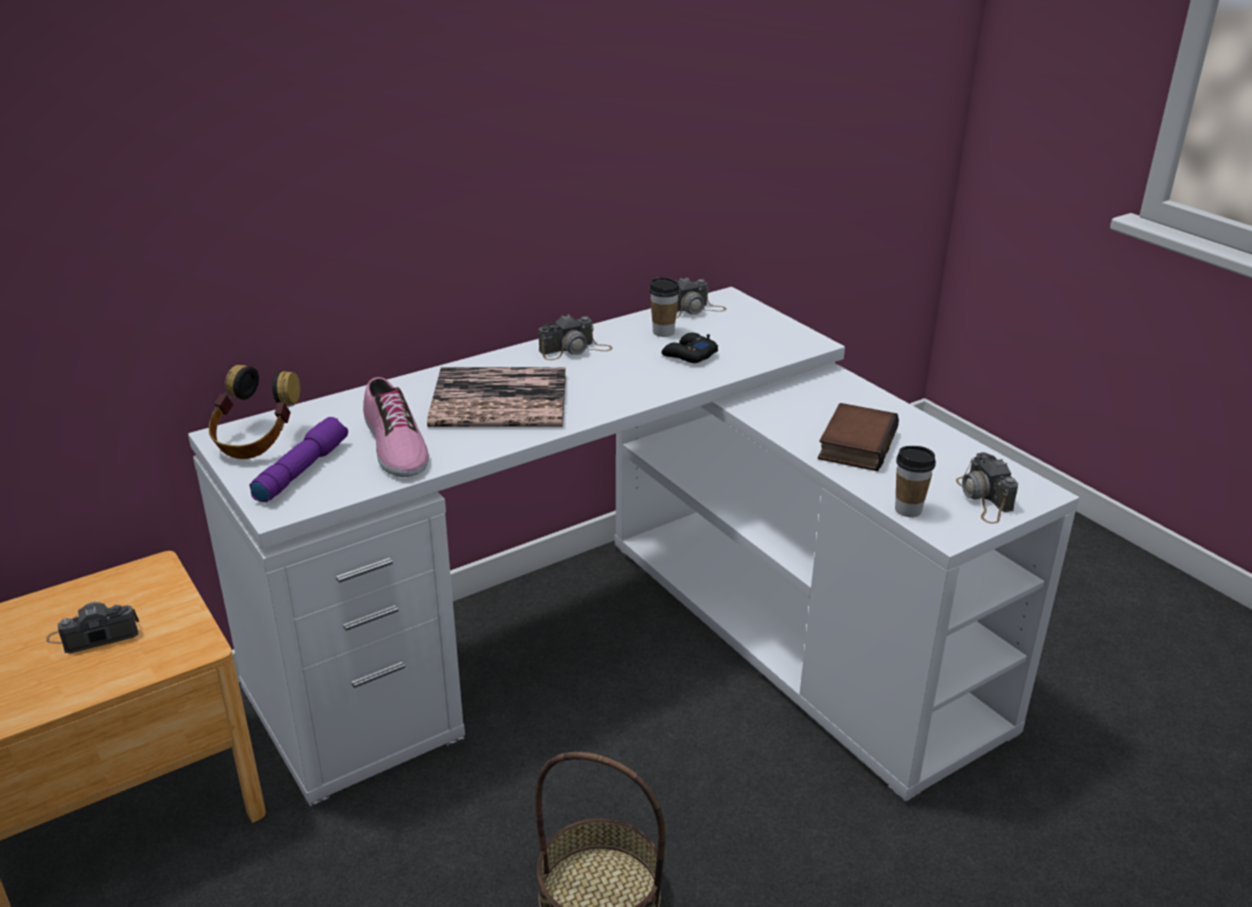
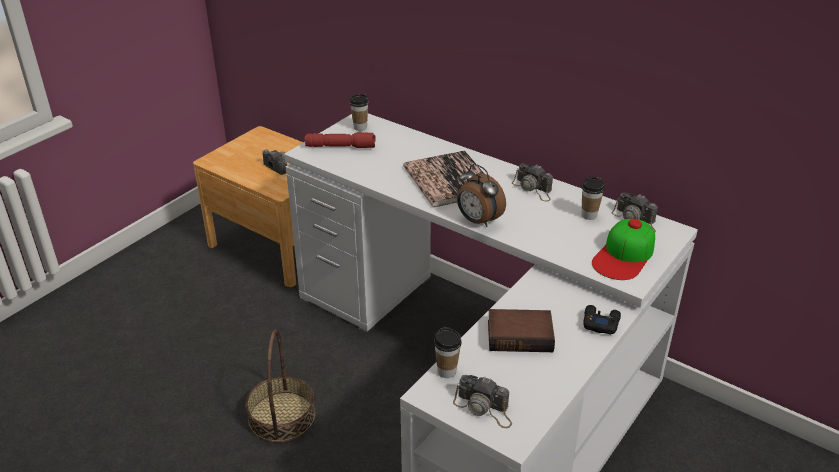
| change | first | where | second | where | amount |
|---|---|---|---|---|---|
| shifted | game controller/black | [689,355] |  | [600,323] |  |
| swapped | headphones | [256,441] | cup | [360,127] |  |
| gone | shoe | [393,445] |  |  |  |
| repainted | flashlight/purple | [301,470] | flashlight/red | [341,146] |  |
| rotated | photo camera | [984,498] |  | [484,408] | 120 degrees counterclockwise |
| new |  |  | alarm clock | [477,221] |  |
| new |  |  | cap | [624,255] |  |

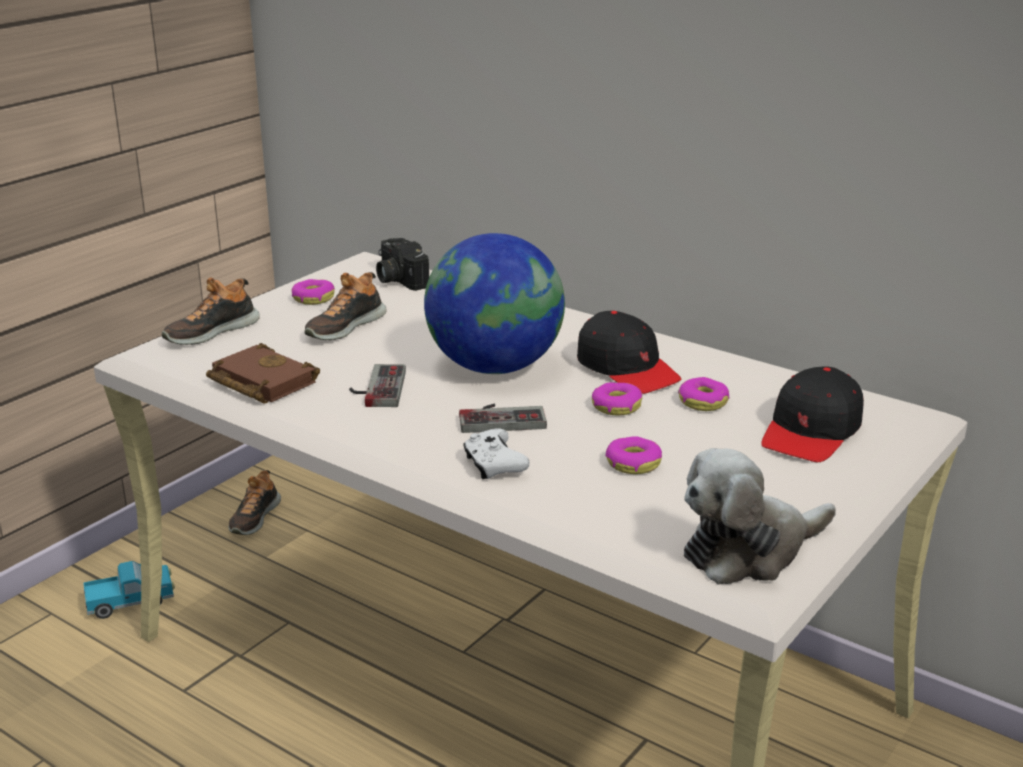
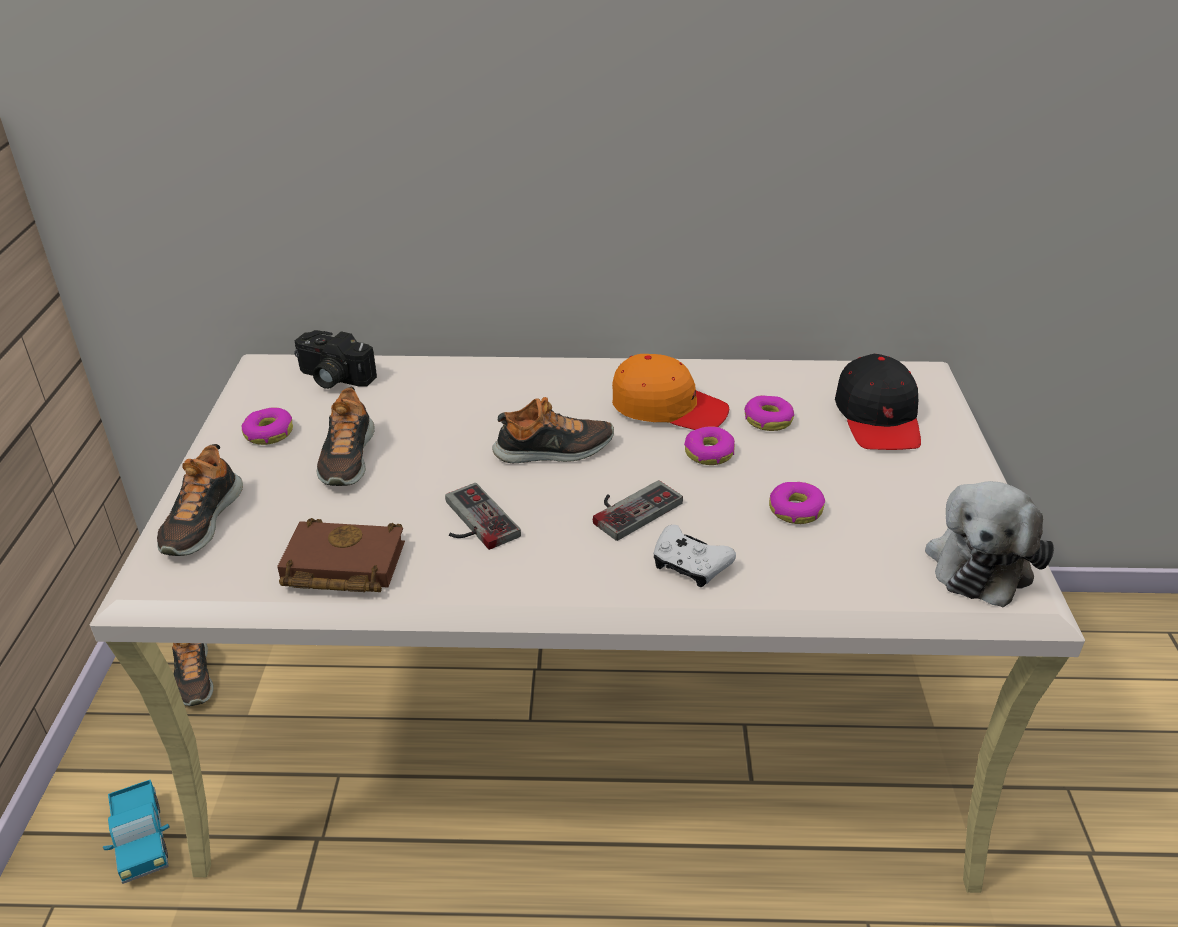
| change | first | where | second | where | amount |
|---|---|---|---|---|---|
| swapped | globe | [494,367] | shoe | [554,450] |  |
| repainted | cap/black | [627,369] | cap/orange | [668,407] |  |
| rotated | toy truck | [131,602] |  | [142,842] | 120 degrees clockwise |

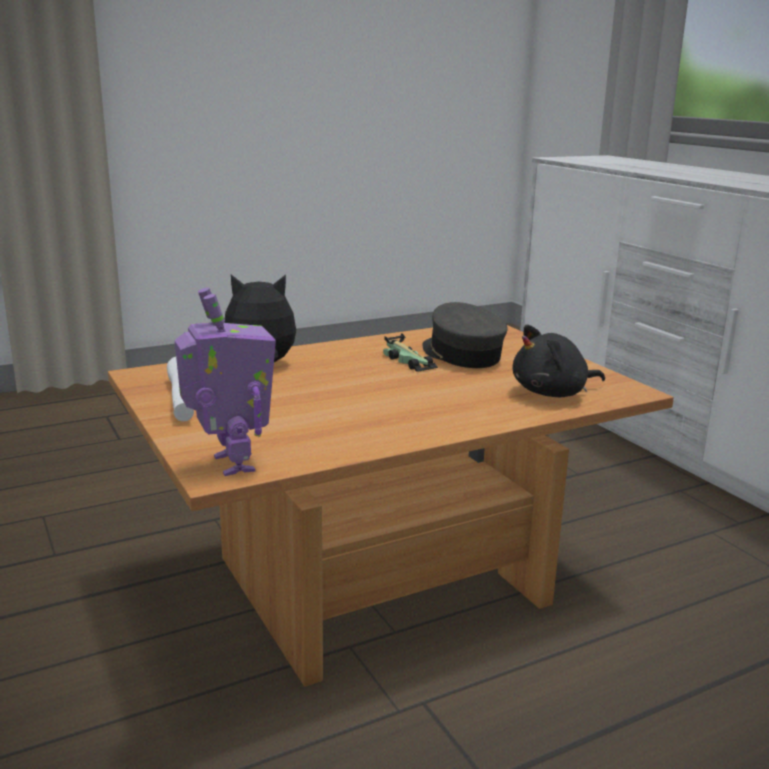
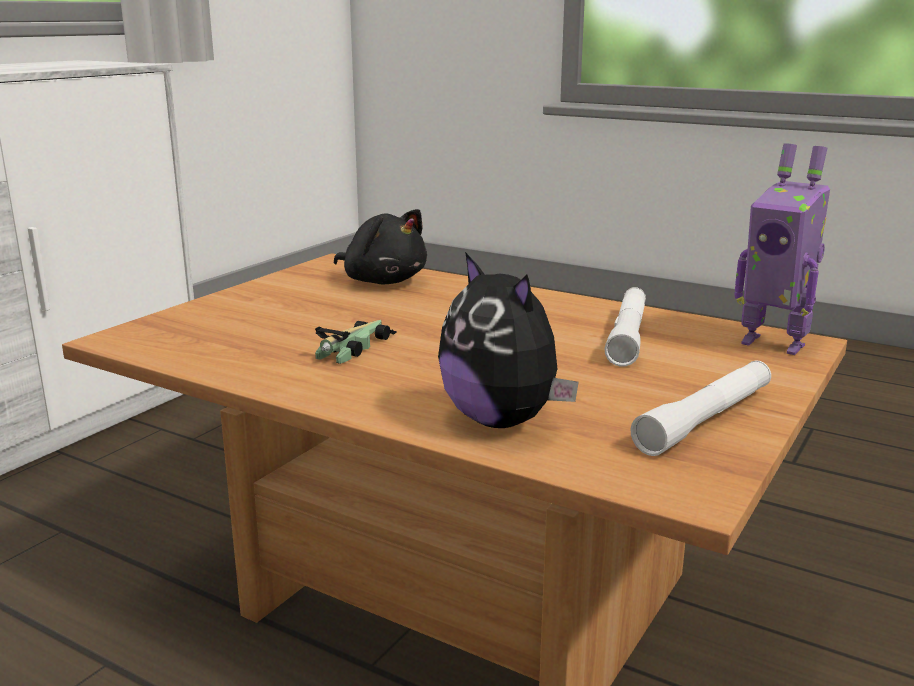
| change | first | where | second | where | amount |
|---|---|---|---|---|---|
| rotated | toy robot | [230,464] |  | [774,343] | 90 degrees counterclockwise |
| gone | cap/grey | [461,354] |  |  |  |
| new |  |  | flashlight/white | [627,336] |  |

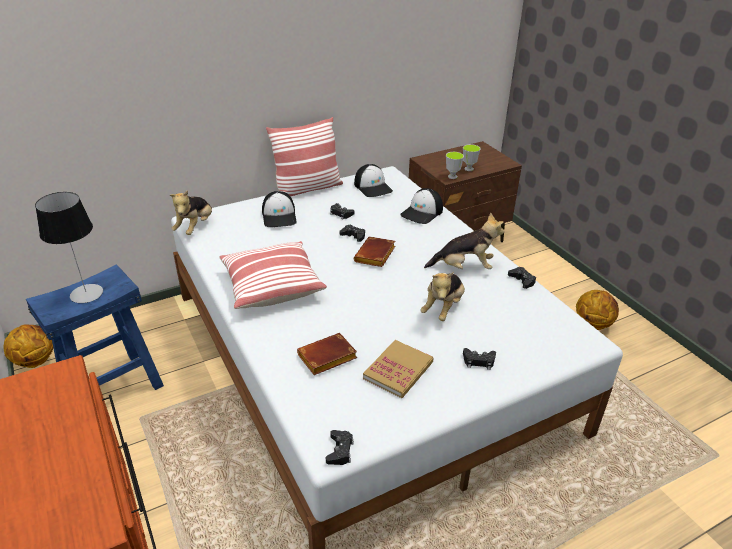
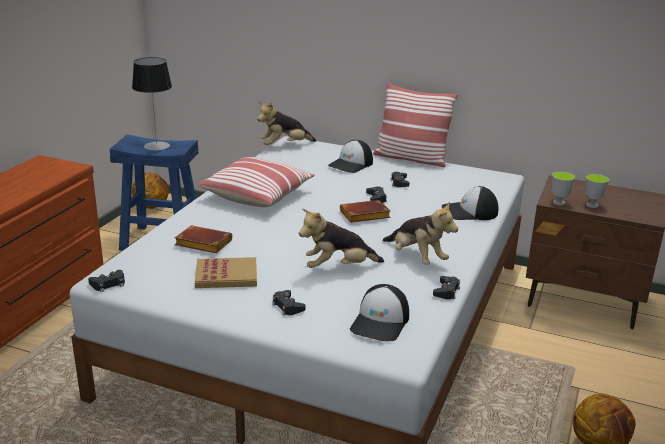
| change | first | where | second | where | amount |
|---|---|---|---|---|---|
| shifted | cap | [373,187] |  | [380,322] |  |

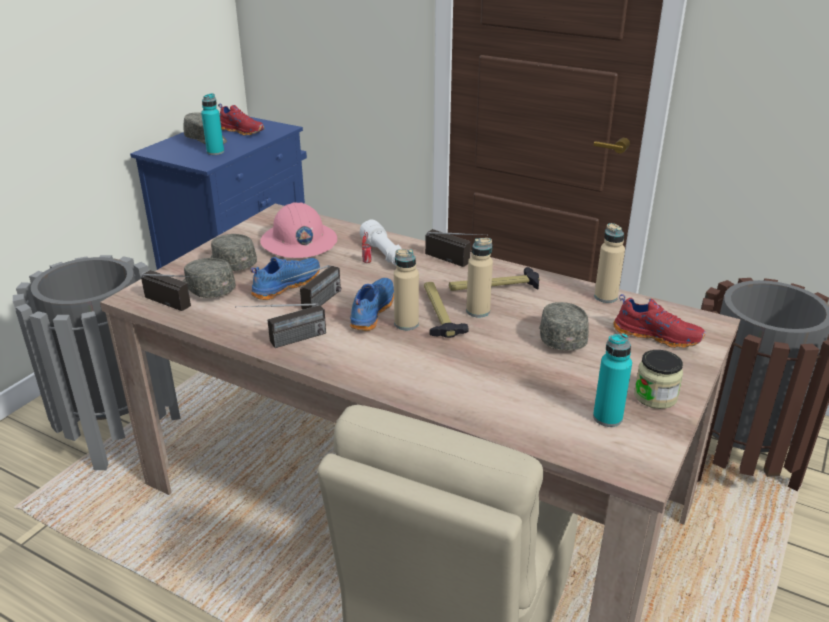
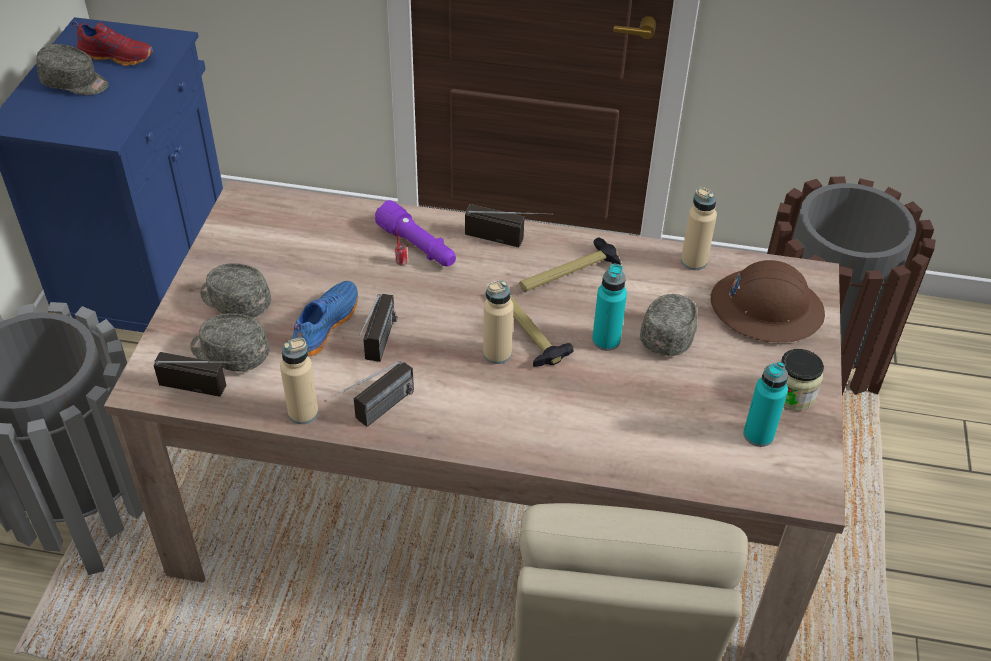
| change | first | where | second | where | amount |
|---|---|---|---|---|---|
| shifted | bottle/turquoise | [215,152] |  | [606,340] |  |
| gone | hard hat/pink | [298,242] |  |  |  |
| repainted | flashlight/white | [385,255] | flashlight/purple | [418,246] |  |
| shifted | bottle/beige | [478,311] |  | [303,413] |  |
| gone | shoe/blue | [371,312] |  |  |  |
| swapped | shoe/red | [657,335] | hard hat/brown | [766,308] |  |
| rotated | cap/grey | [561,336] |  | [670,332] | 45 degrees clockwise |

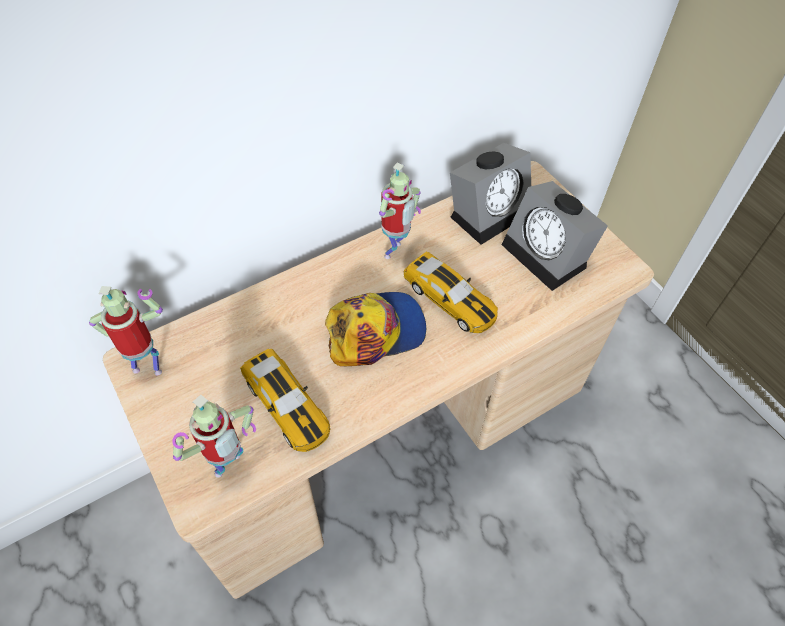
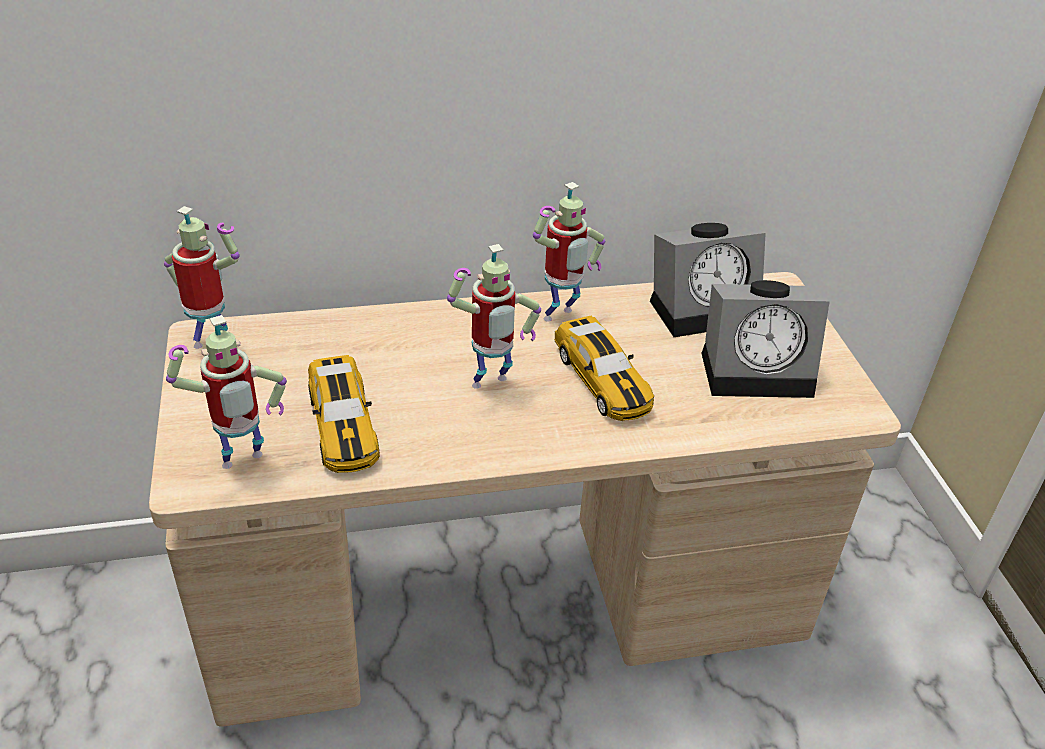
| change | first | where | second | where | amount |
|---|---|---|---|---|---|
| rotated | alarm clock | [548,256] |  | [758,371] | 75 degrees counterclockwise |
| swapped | cap | [375,331] | toy robot | [490,385] |  |

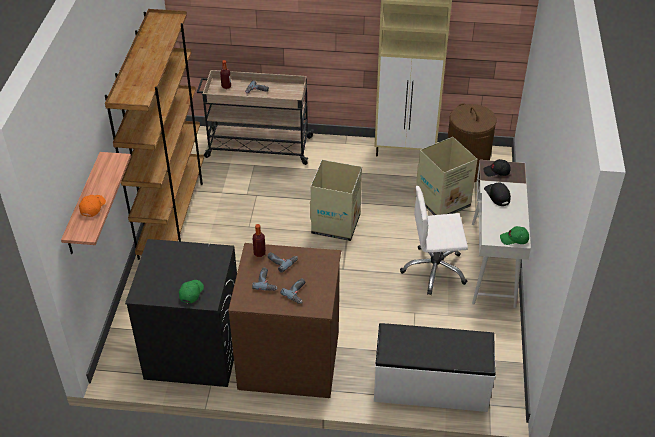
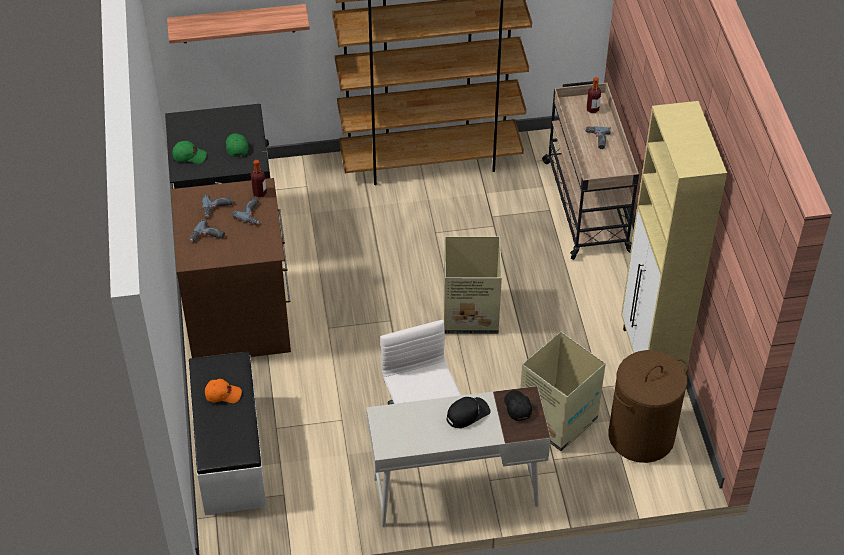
| change | first | where | second | where | amount |
|---|---|---|---|---|---|
| shifted | cap/orange | [92,207] |  | [223,394] |  |
| shifted | cap/green | [514,239] |  | [236,147] |  |

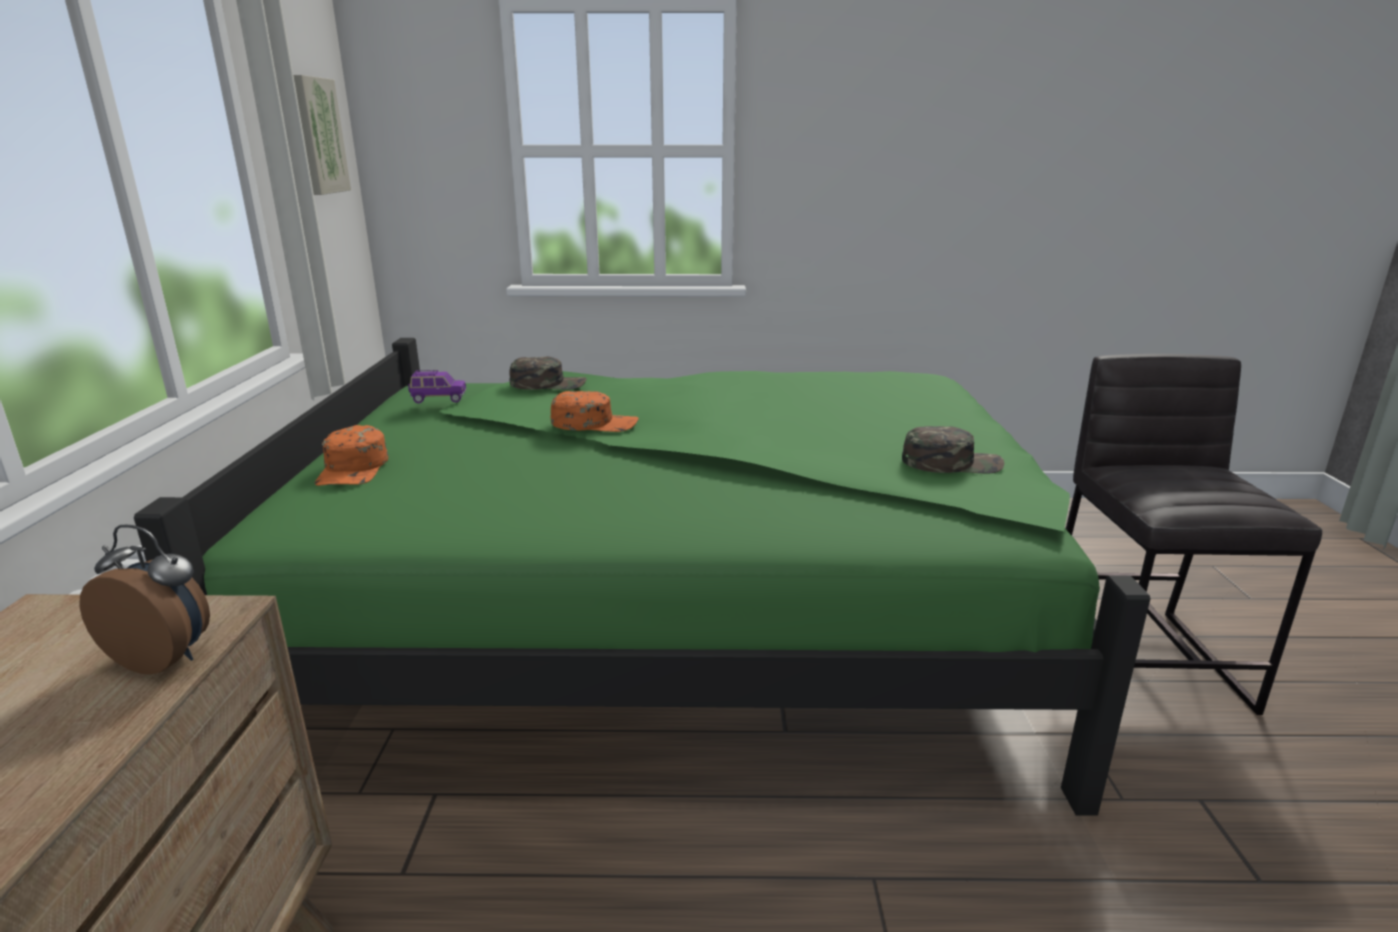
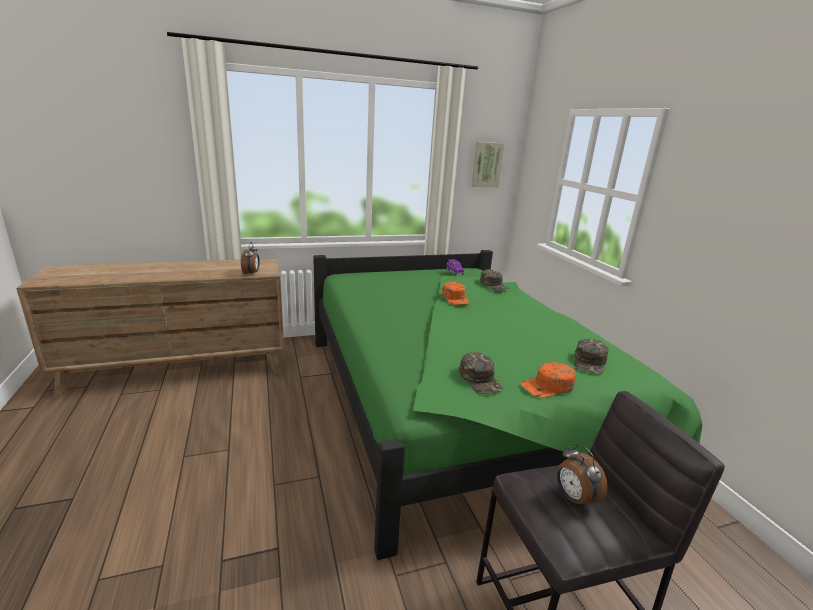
| change | first | where | second | where | amount |
|---|---|---|---|---|---|
| shifted | cap/orange | [354,469] |  | [548,386] |  |
| new |  |  | cap/green | [590,362] |  |
| new |  |  | alarm clock | [574,498] |  |

